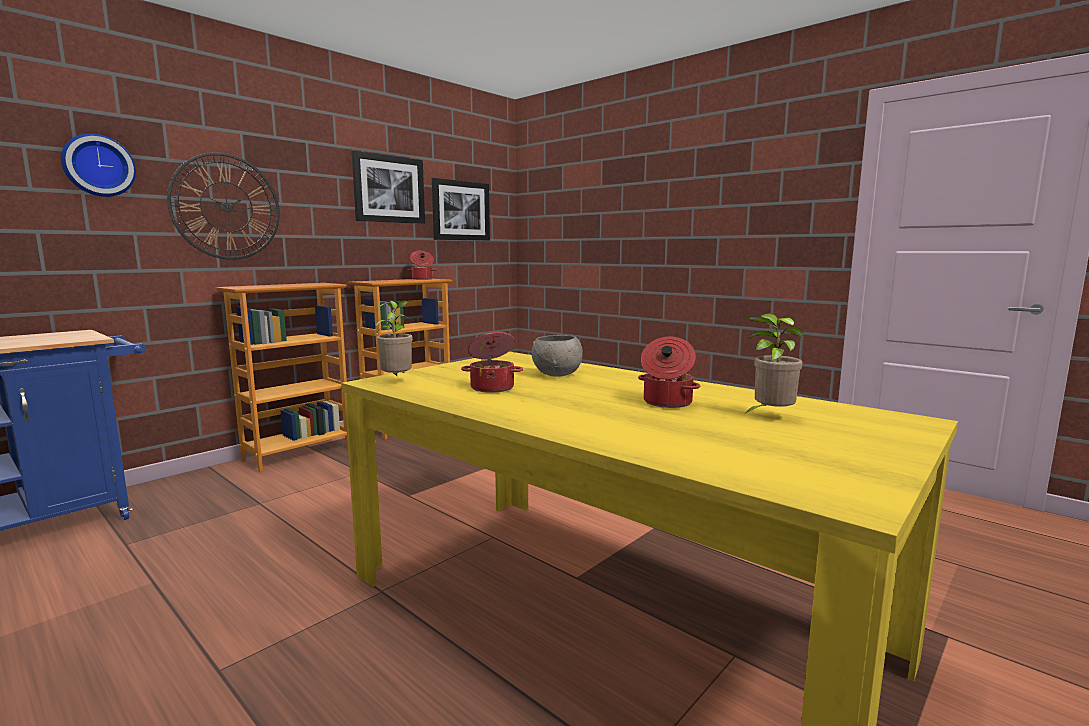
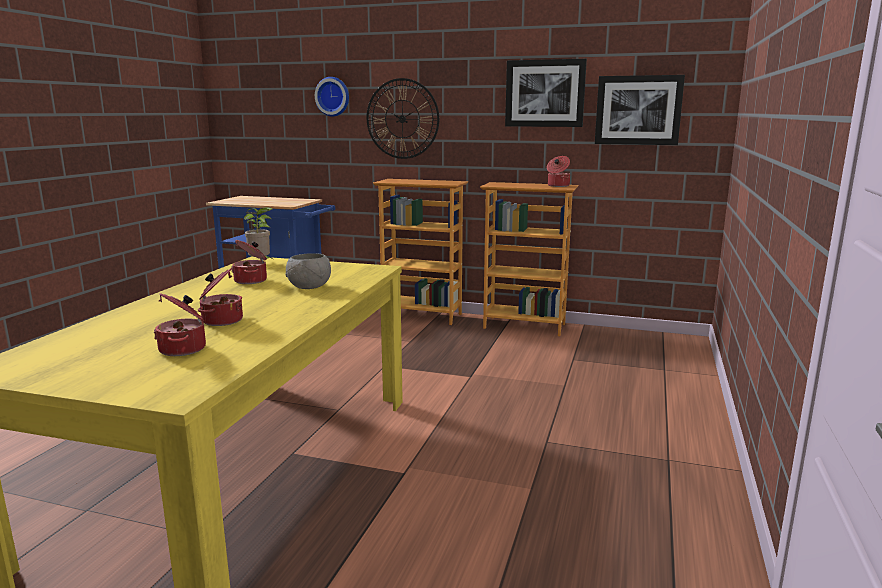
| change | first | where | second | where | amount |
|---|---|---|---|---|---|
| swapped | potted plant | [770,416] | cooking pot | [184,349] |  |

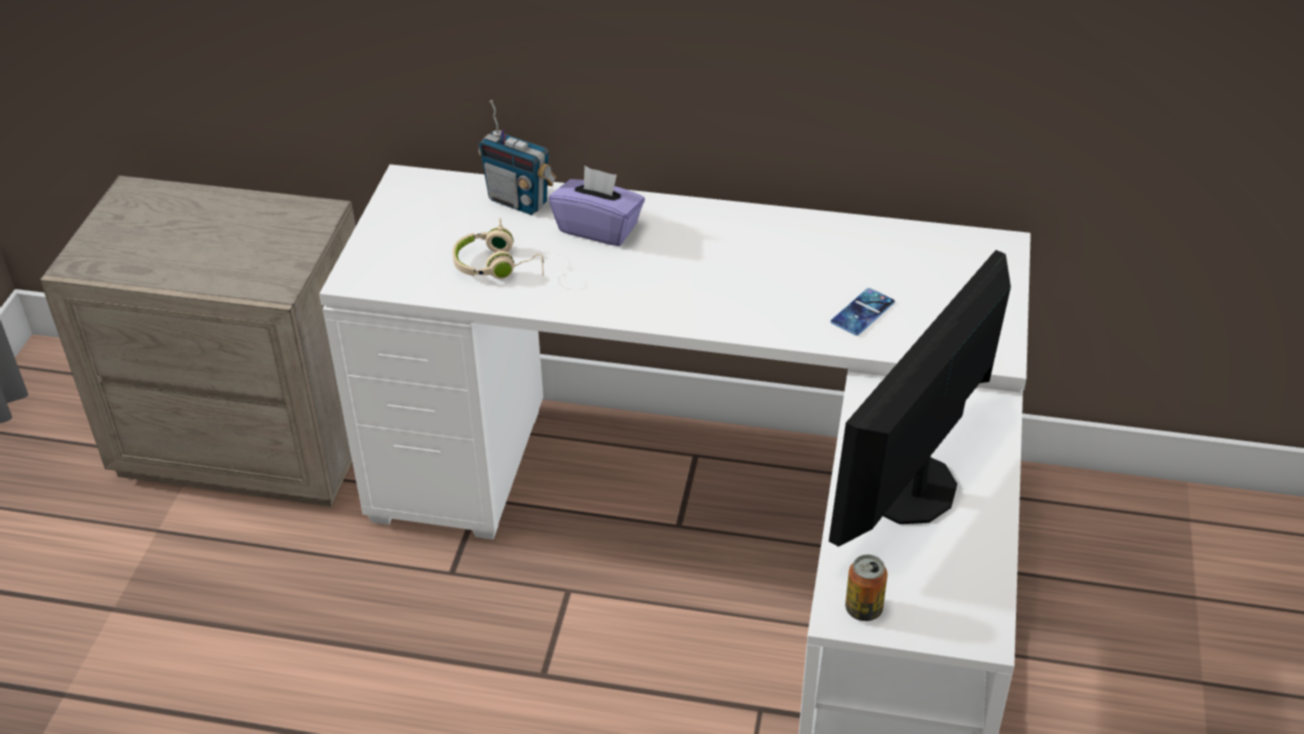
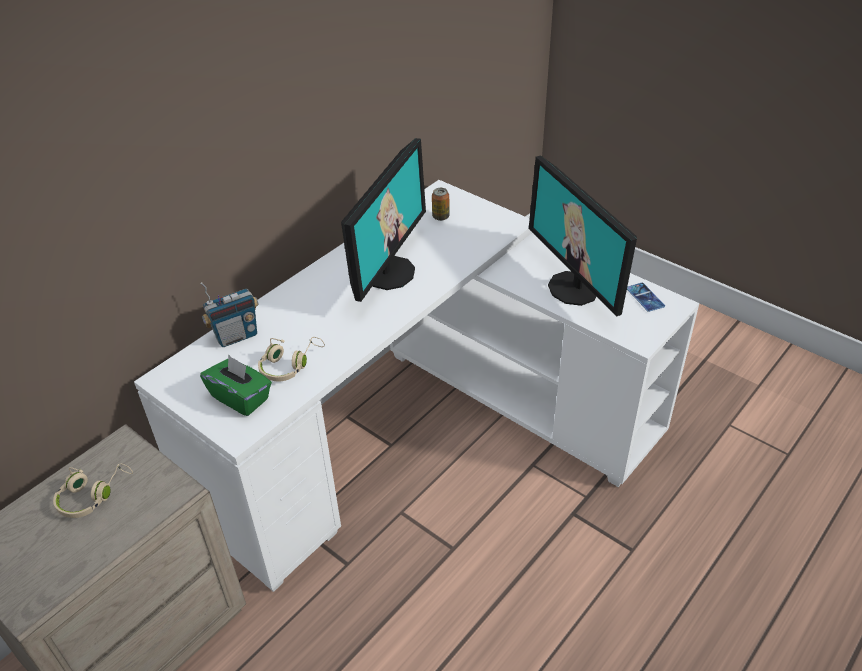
| change | first | where | second | where | amount |
|---|---|---|---|---|---|
| gone | tissue box/purple | [598,228] |  |  |  |
| shifted | phone | [862,312] |  | [645,297] |  |
| shifted | can | [863,609] |  | [440,217] |  |
| new |  |  | monitor | [389,272] |  |
| new |  |  | tissue box/green | [241,398] |  |
| new |  |  | headphones/beige | [92,495] |  |

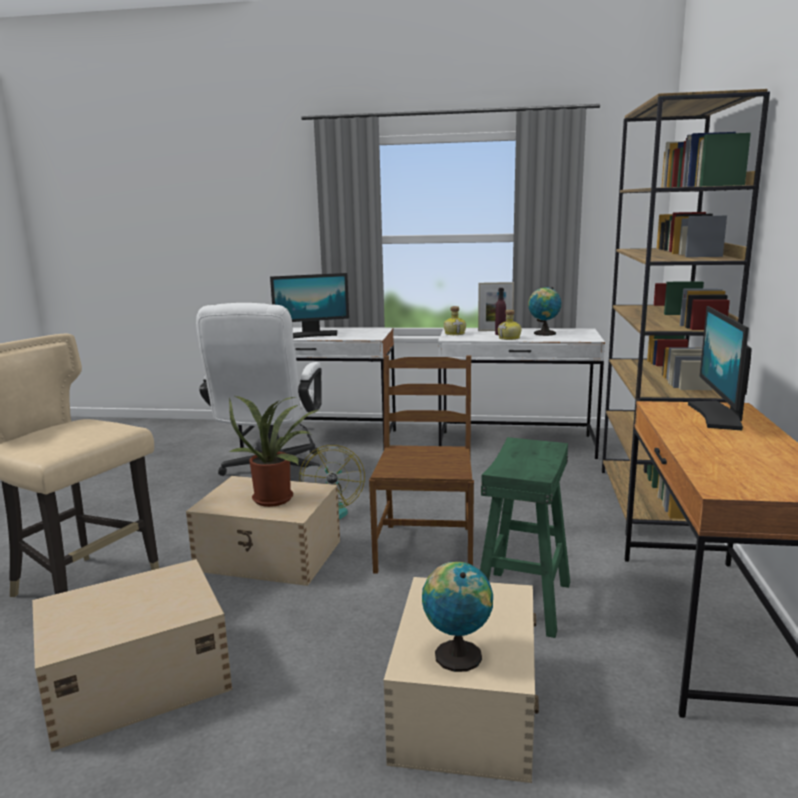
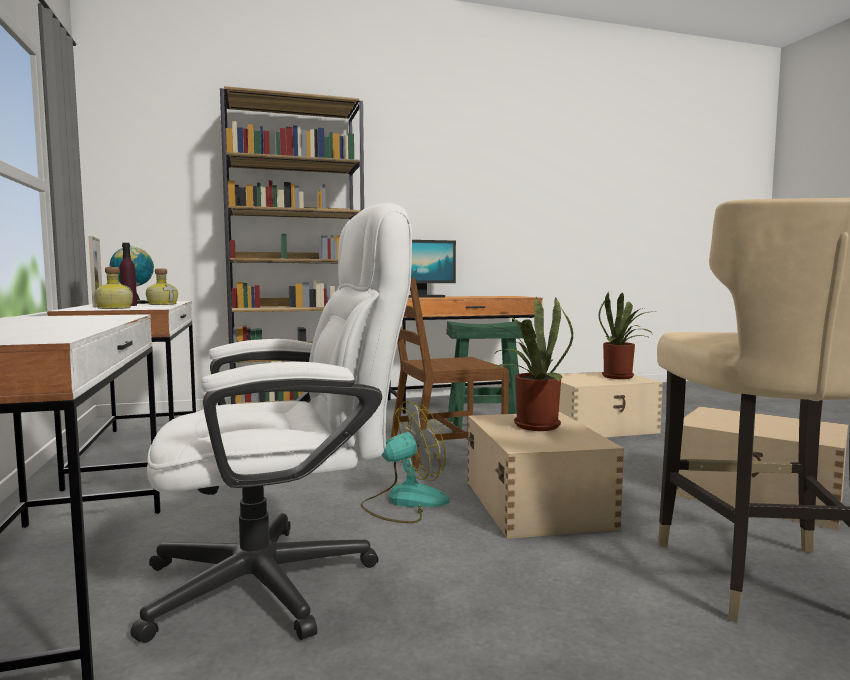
| change | first | where | second | where | amount |
|---|---|---|---|---|---|
| gone | monitor | [312,335] |  |  |  |
| swapped | globe | [456,654] | potted plant | [621,377] |  |

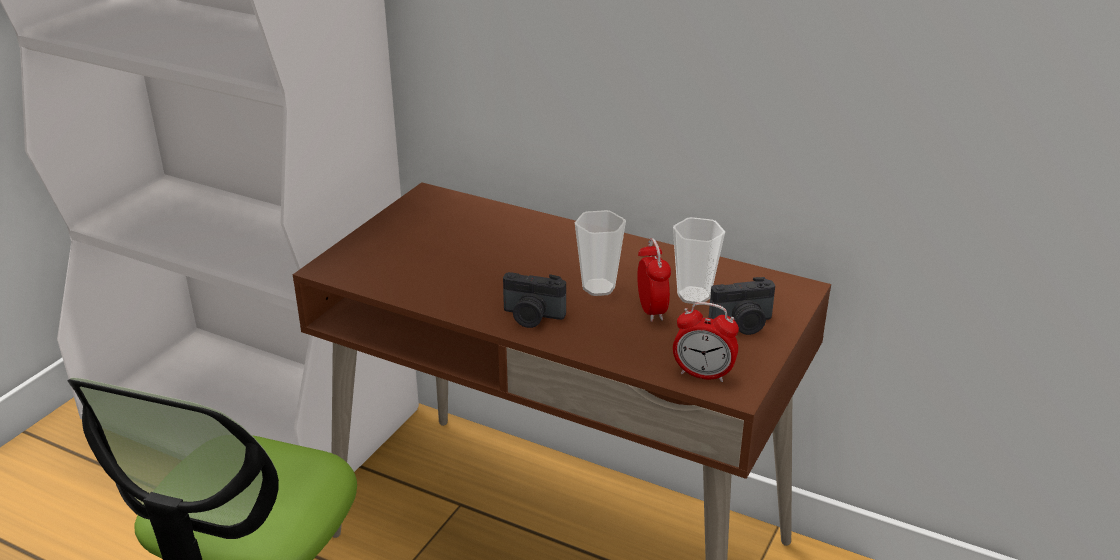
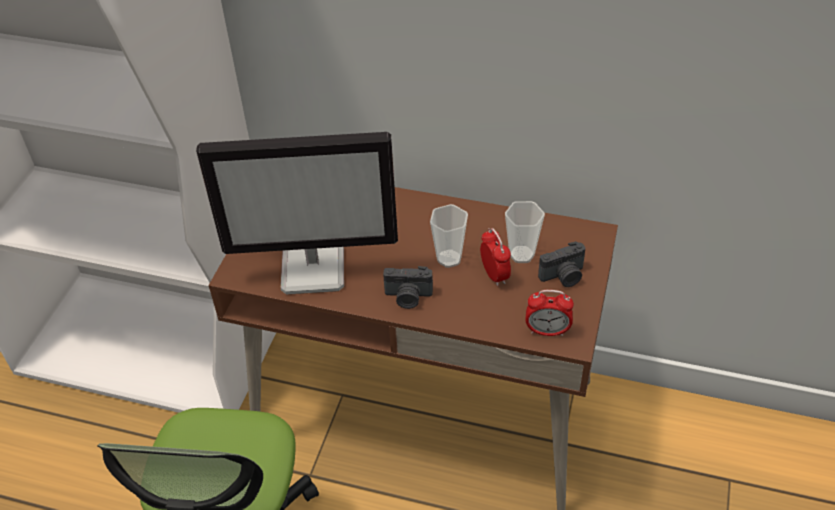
| change | first | where | second | where | amount |
|---|---|---|---|---|---|
| new |  |  | monitor | [315,269] |  |

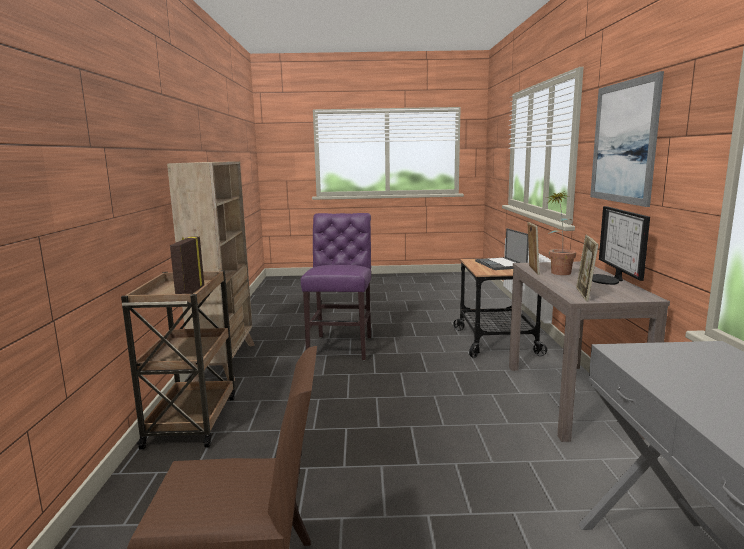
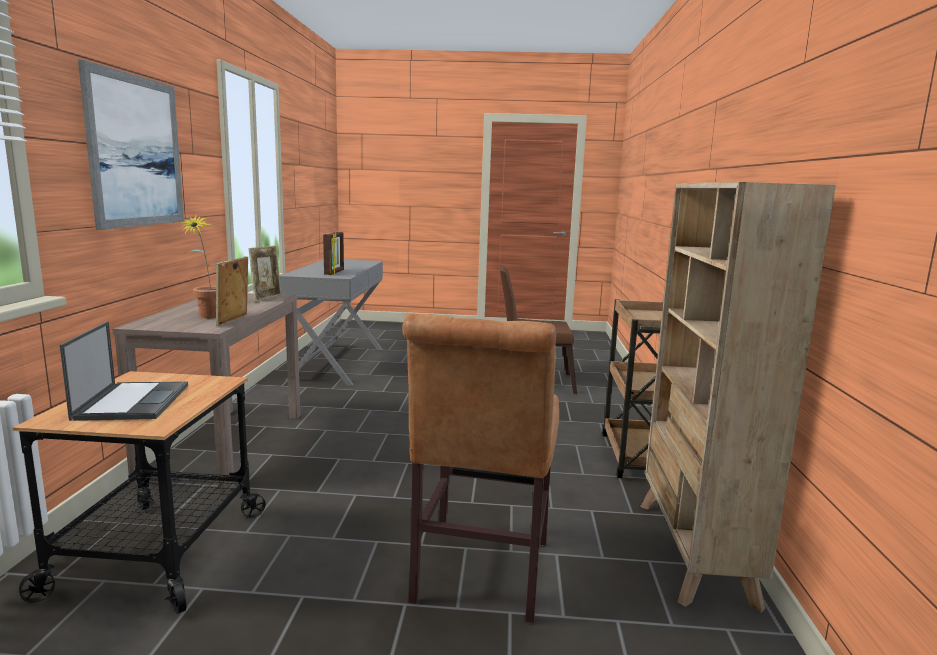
| change | first | where | second | where | amount |
|---|---|---|---|---|---|
| gone | monitor | [608,280] |  |  |  |
| repainted | chair/purple | [341,346] | chair/brown | [479,576] |  |
| shifted | picture frame | [189,292] |  | [334,272] |  |

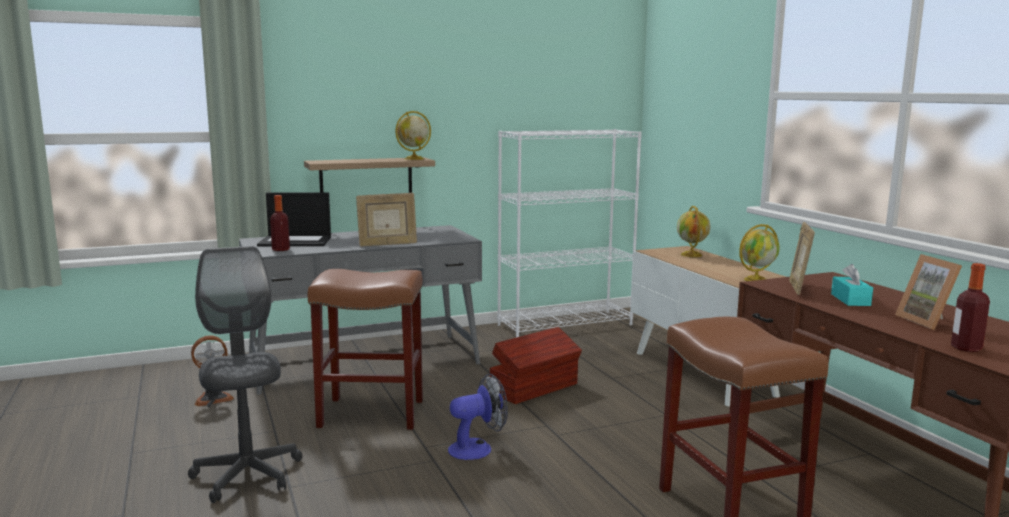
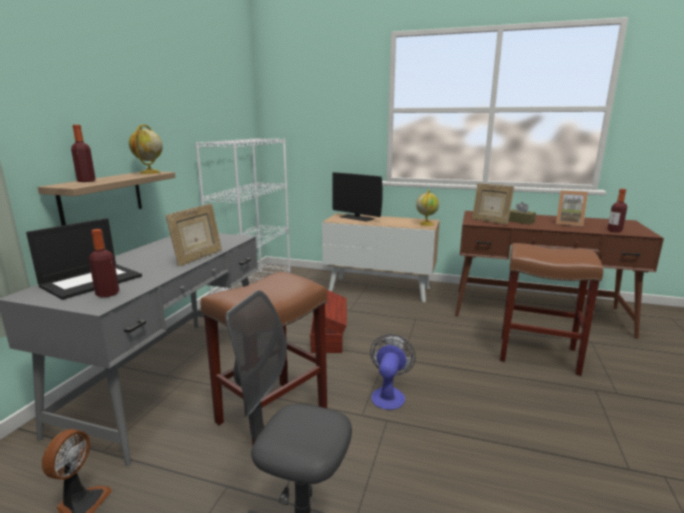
| change | first | where | second | where | amount |
|---|---|---|---|---|---|
| swapped | globe | [691,255] | monitor | [357,218] |  |
| repainted | tissue box/turquoise | [850,300] | tissue box/brown | [520,221] |  |
| new |  |  | bottle | [86,181] |  |

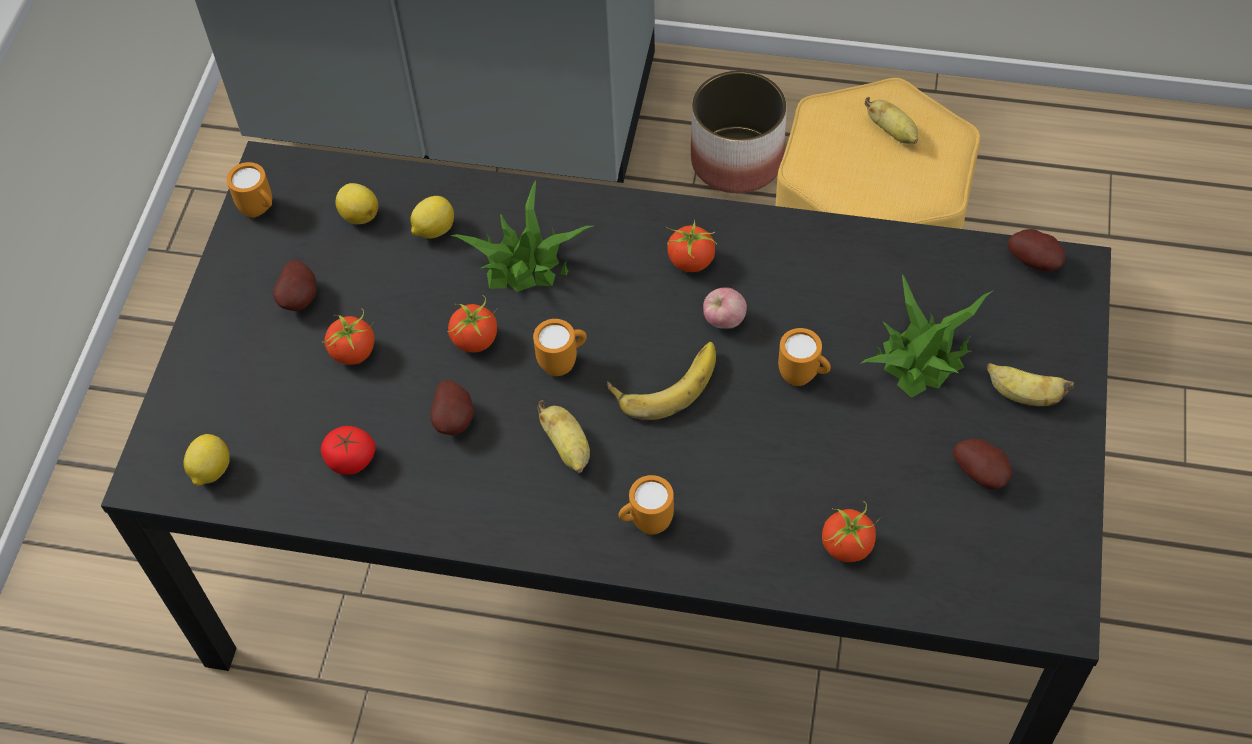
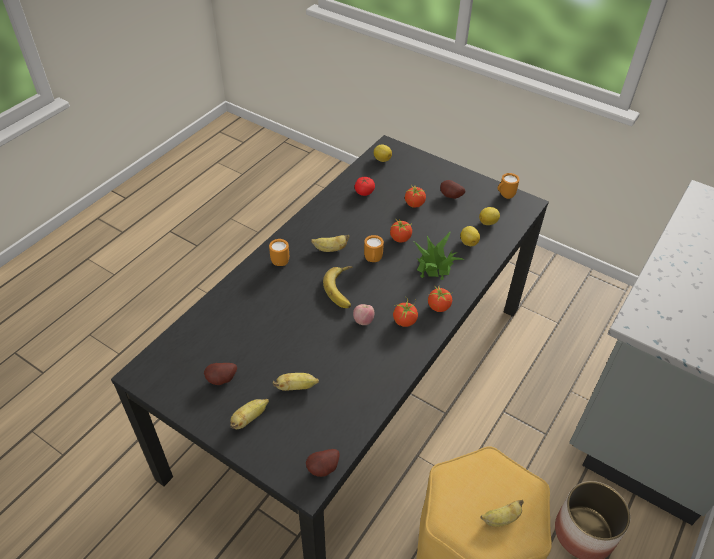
| change | first | where | second | where | amount |
|---|---|---|---|---|---|
| swapped | potted plant | [922,358] | banana | [296,387] |  |
| gone | mug/orange | [803,376] |  |  |  |
| gone | potato | [455,419] |  |  |  |
| shifted | tomato | [847,546] |  | [439,307] |  |

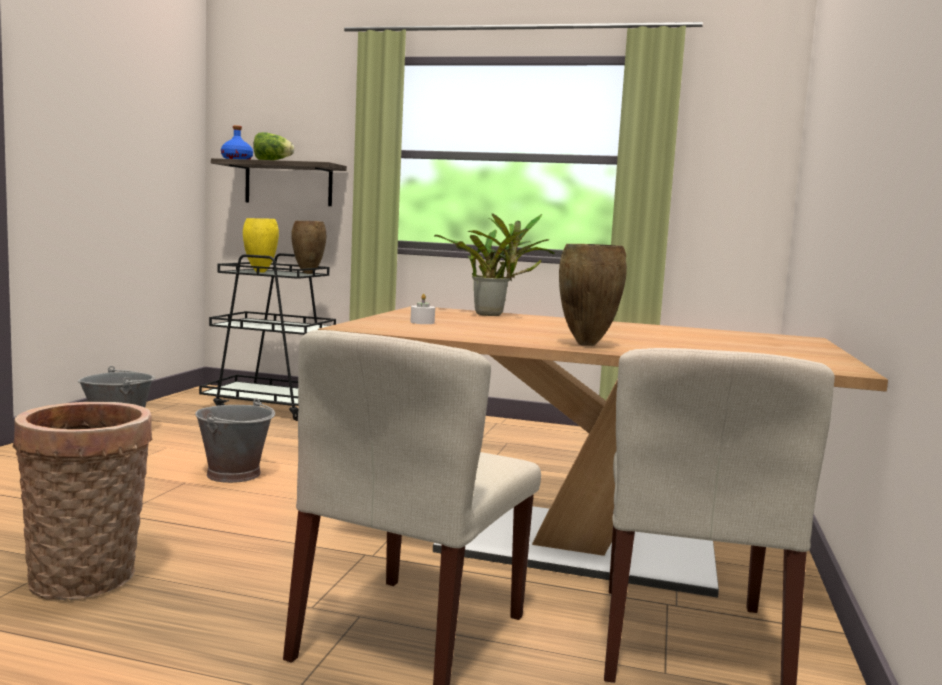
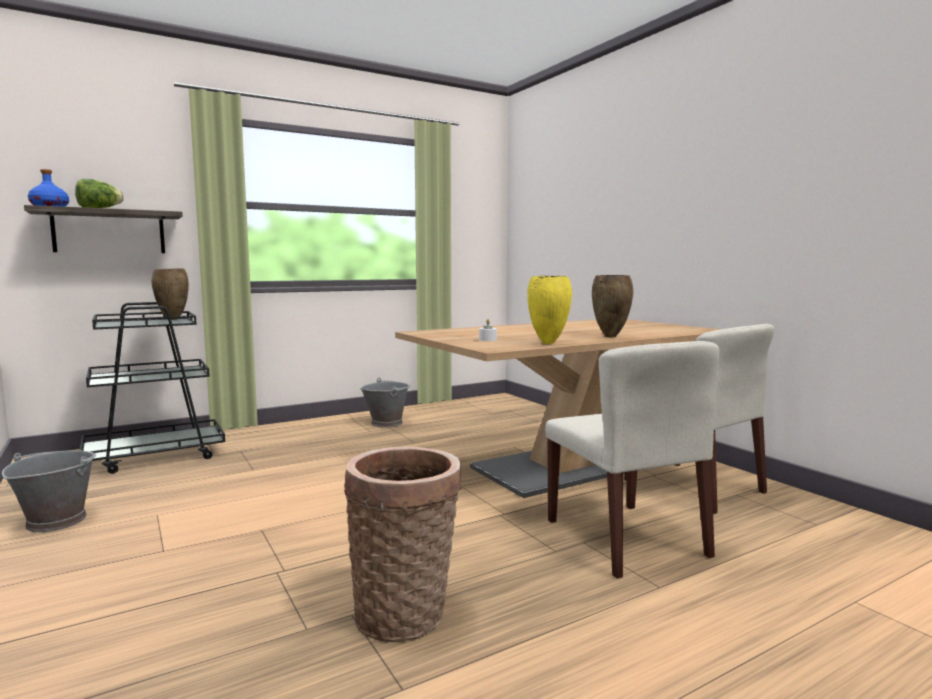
| change | first | where | second | where | amount |
|---|---|---|---|---|---|
| gone | potted plant | [493,315] |  |  |  |
| shifted | vase/yellow | [259,272] |  | [548,343] |  |
| shifted | bucket/grey | [234,474] |  | [387,423] |  |

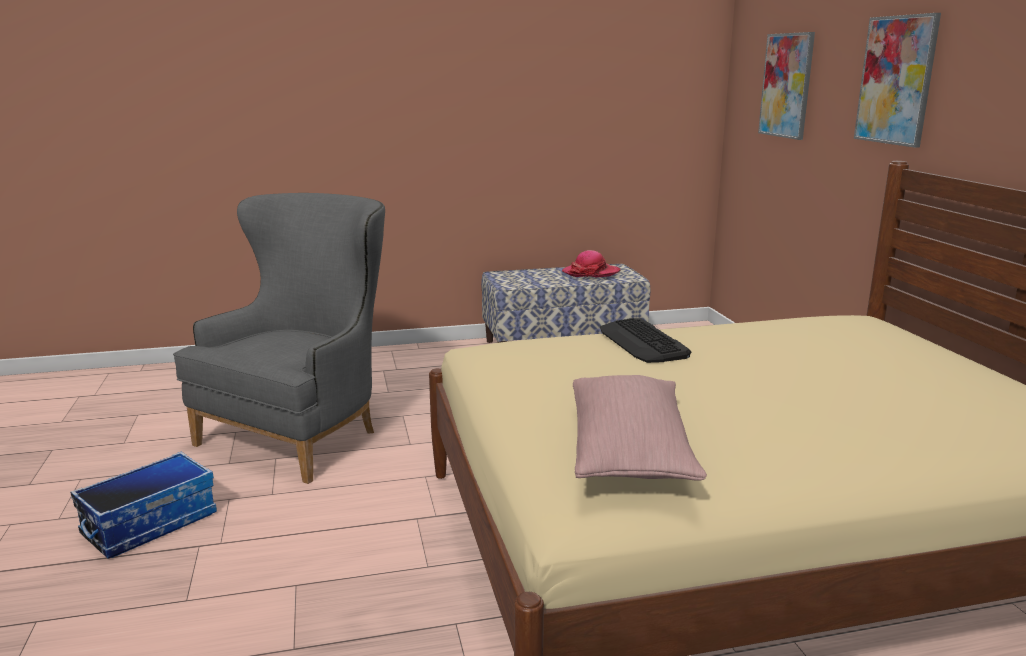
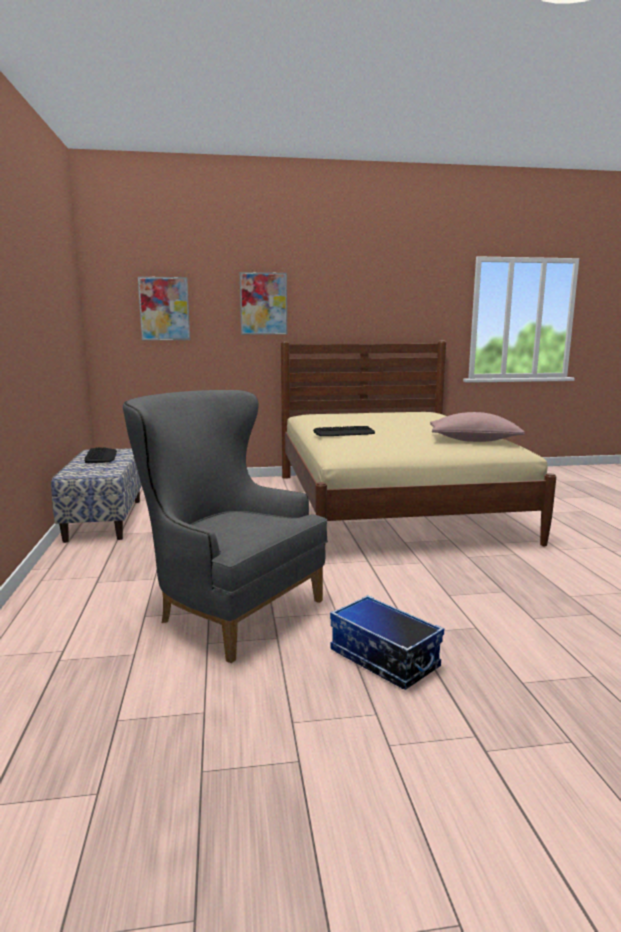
| change | first | where | second | where | amount |
|---|---|---|---|---|---|
| swapped | hat | [591,273] | keyboard | [101,456] |  |

